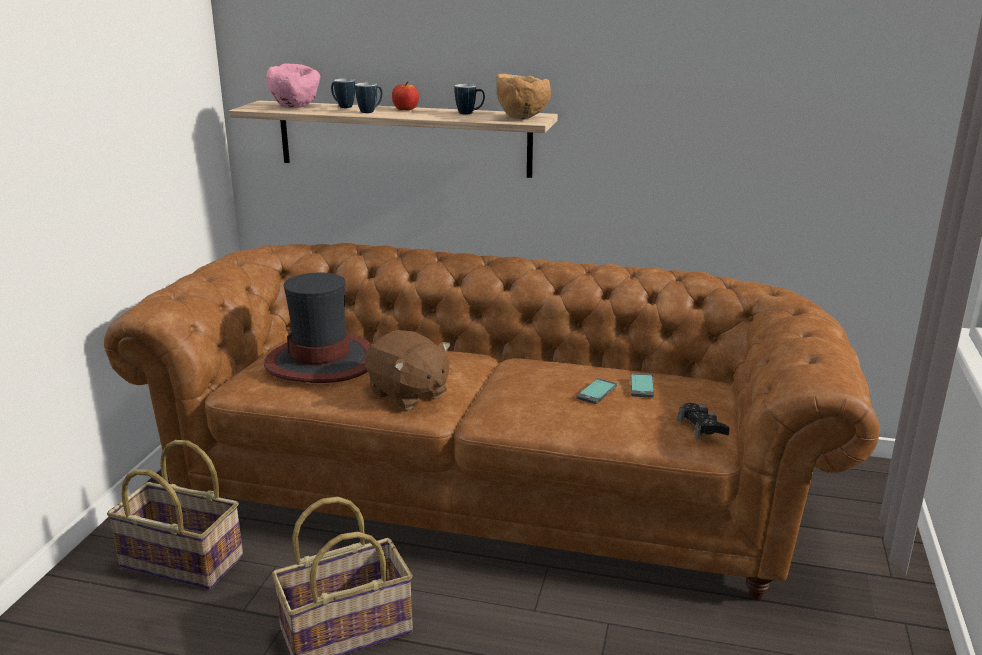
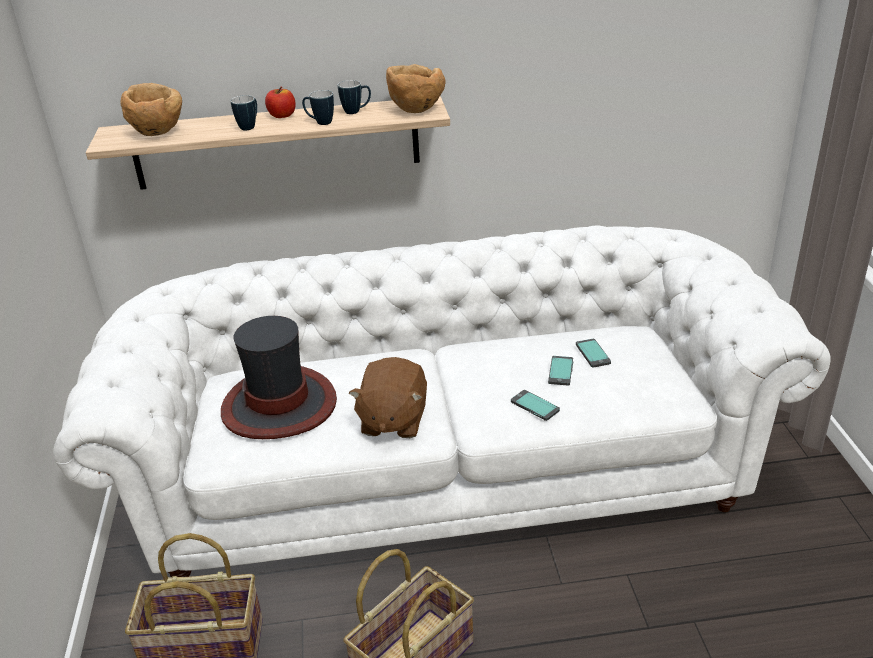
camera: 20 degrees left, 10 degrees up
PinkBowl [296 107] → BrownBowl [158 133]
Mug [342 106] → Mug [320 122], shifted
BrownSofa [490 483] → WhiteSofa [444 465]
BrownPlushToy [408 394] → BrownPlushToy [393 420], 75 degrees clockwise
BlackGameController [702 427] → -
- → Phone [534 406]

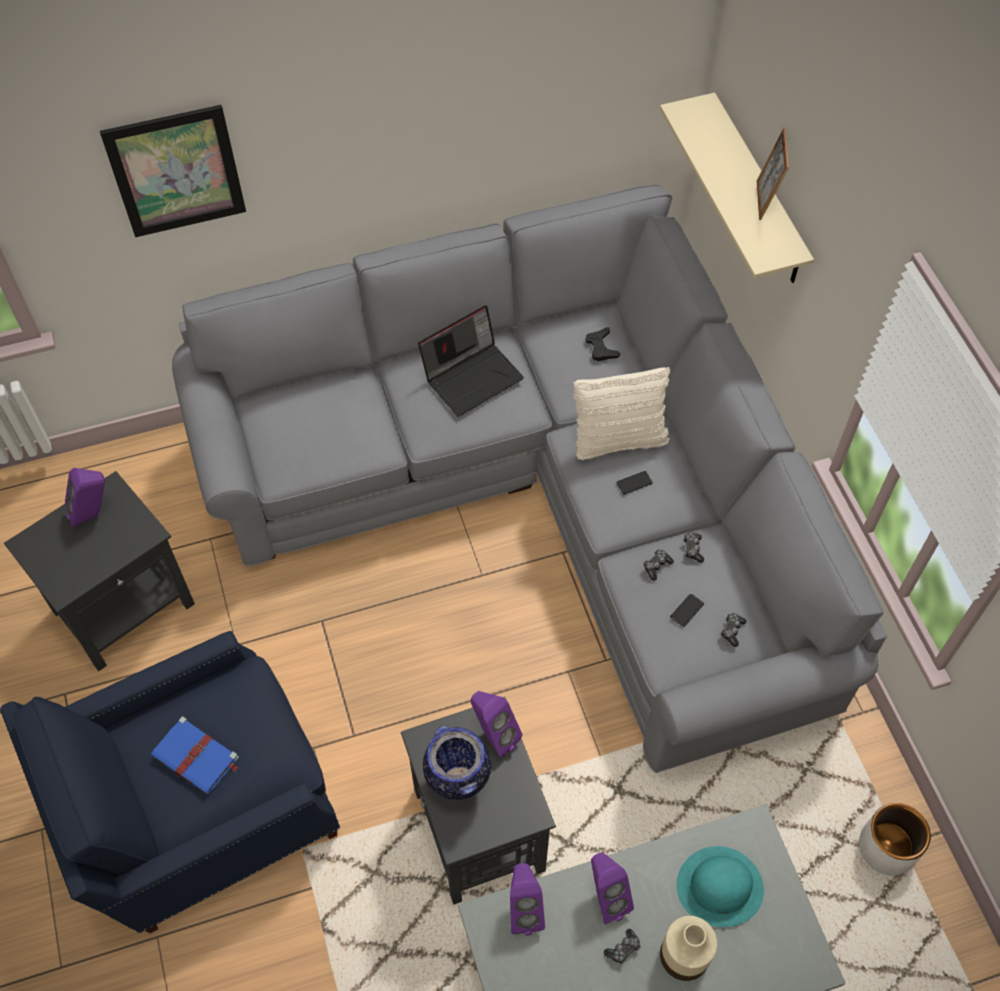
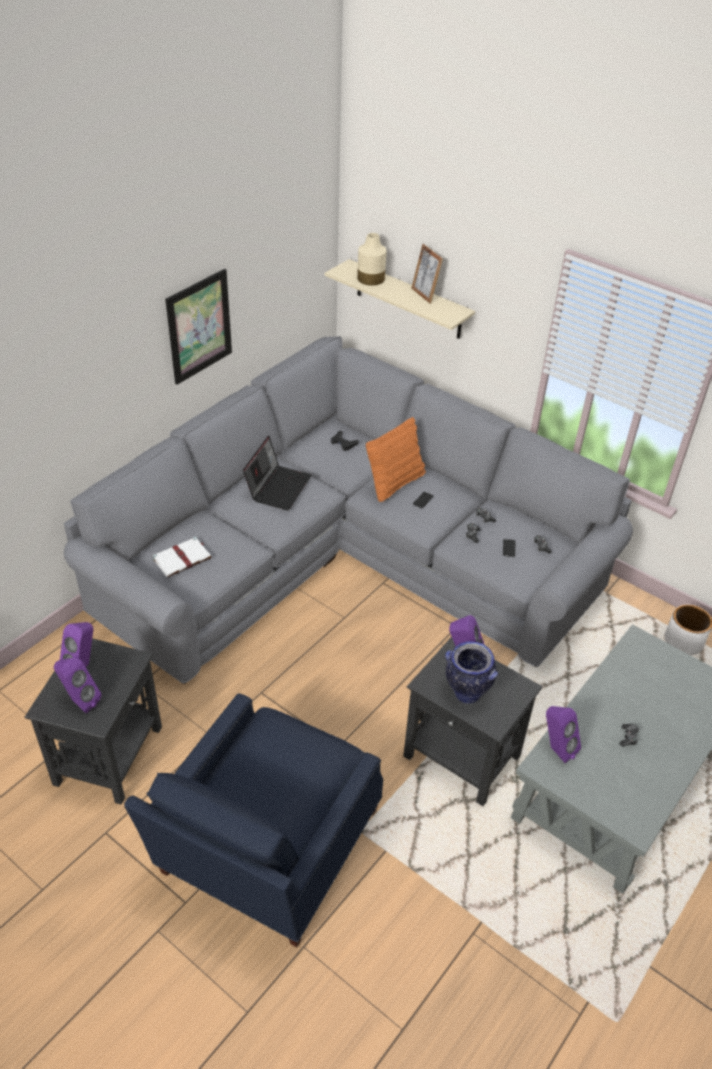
camera: 35 degrees left, 15 degrees down
Picture [176 171] → Picture [199 326], shifted
BeigePillow [618 440] → OrangePillow [394 484]
BlueBook [196 758] → -
TurquoiseHat [720 886] → -
PurpleSpeaker [605 897] → PurpleSpeaker [80 701], shifted
BeigeVase [684 955] → BeigeVase [371 278], shifted
- → WhiteBook [182 558]

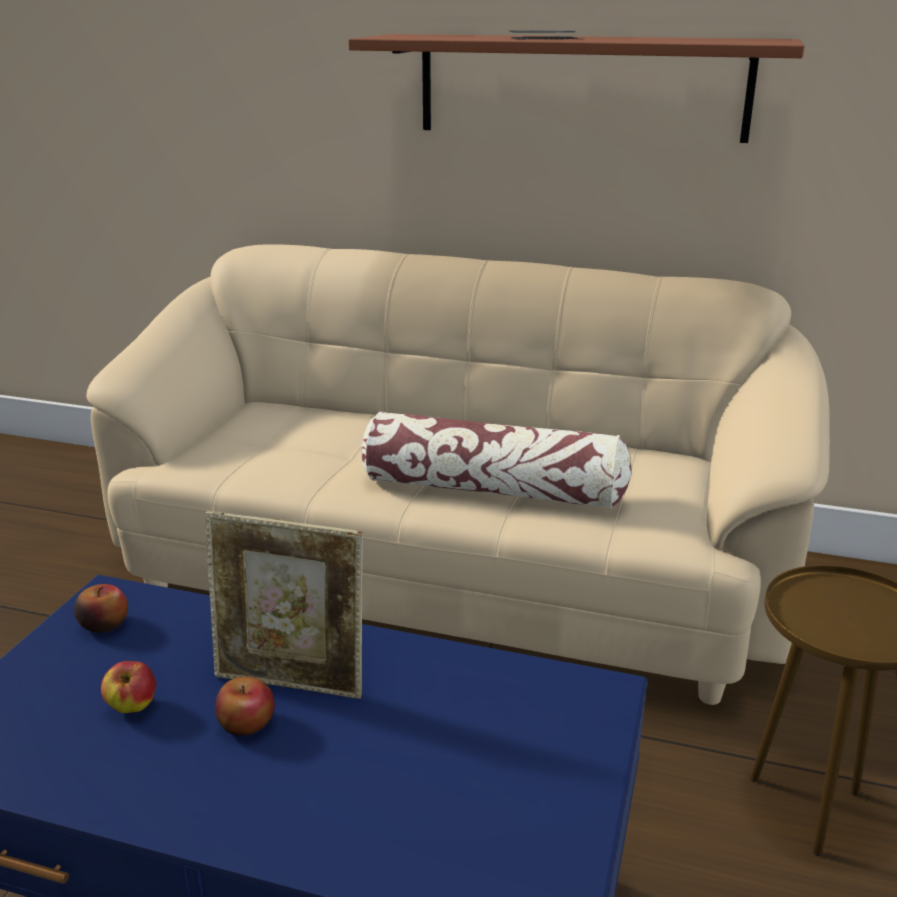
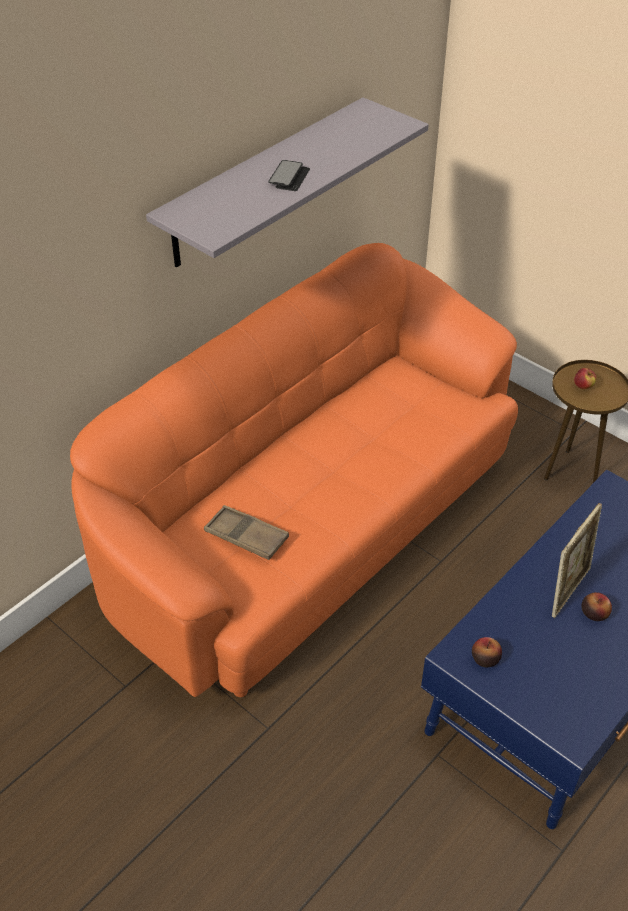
camera: 65 degrees left, 20 degrees up
BrownShelf [581 87] → GreyShelf [264 182]
BeigeSofa [448 576] → OrangeSofa [314 525]
Pillow [493 489] → -
Apple [132 707] → Apple [583 386], shifted
- → BrownTray [246 536]

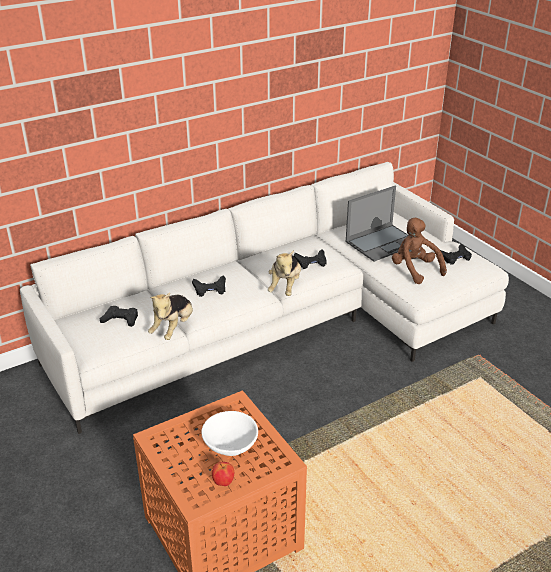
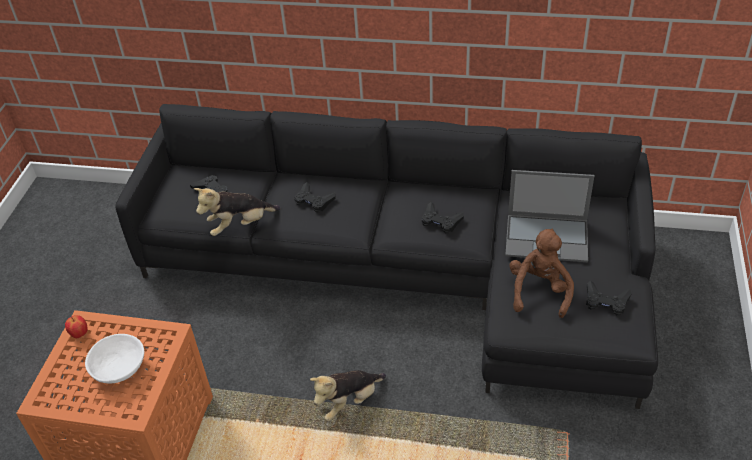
camera: 45 degrees right, 10 degrees up
WhiteSofa [282 324] → BlackSofa [412 271]
PlushToy [285 286] → PlushToy [349 402], shifted
Apple [223 482] → Apple [80 334], shifted

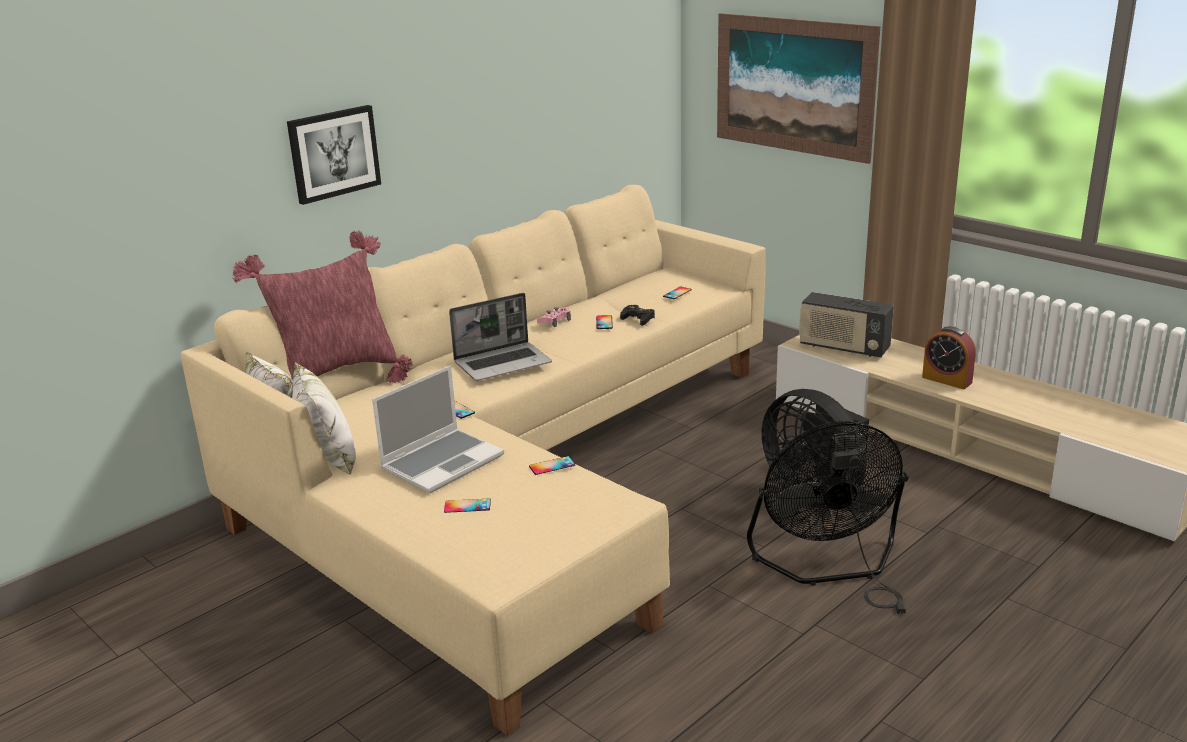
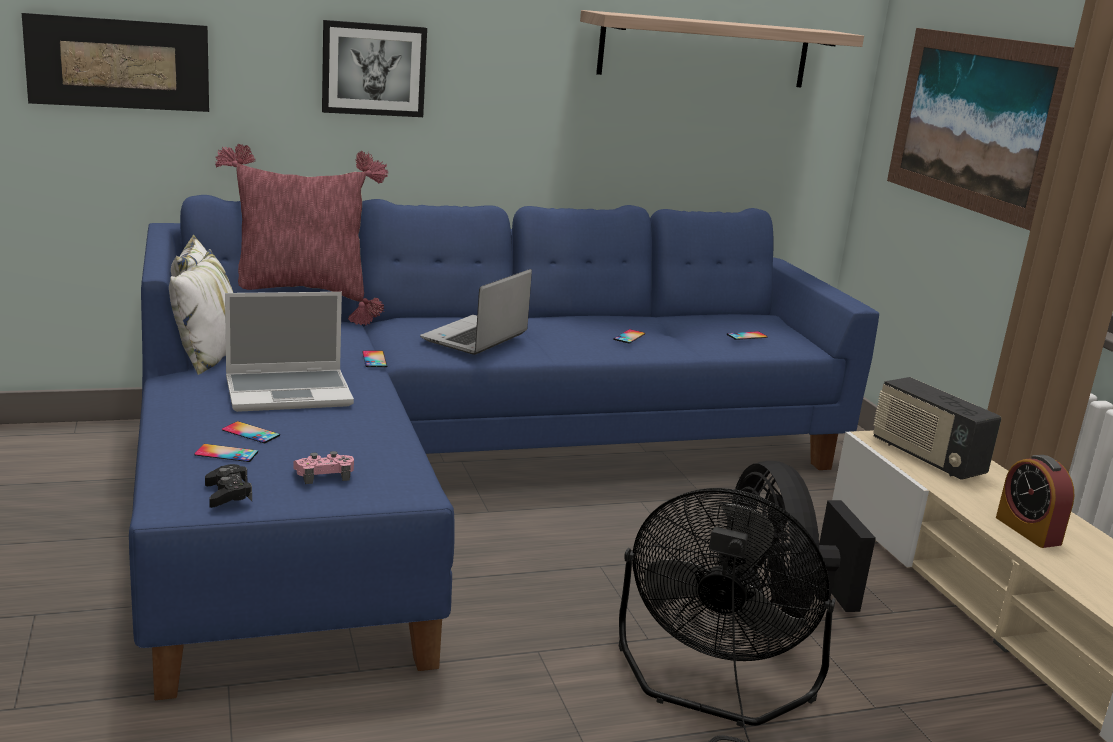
camera: 25 degrees right, 5 degrees down
BeigeSofa [514 482] → BlueSofa [458 479]
Laptop [503 363] → Laptop [475 338], 120 degrees clockwise
BlackGameController [638 319] → BlackGameController [228 494], shifted
PinkGameController [554 321] → PinkGameController [324 474], shifted
Phone [552 466] → Phone [226 453], shifted
- → Shelf [705 50]
- → Picture [119 63]

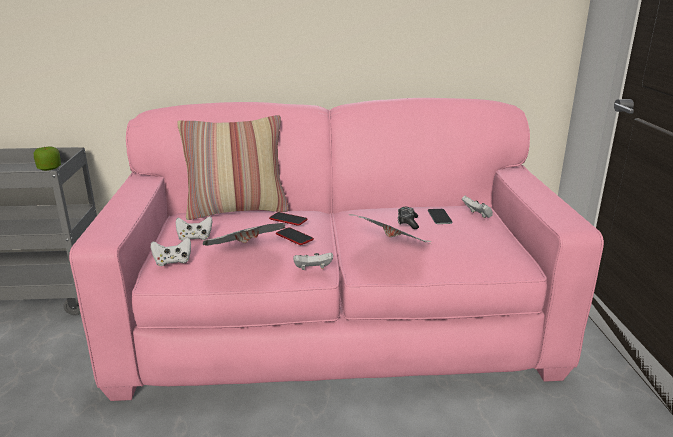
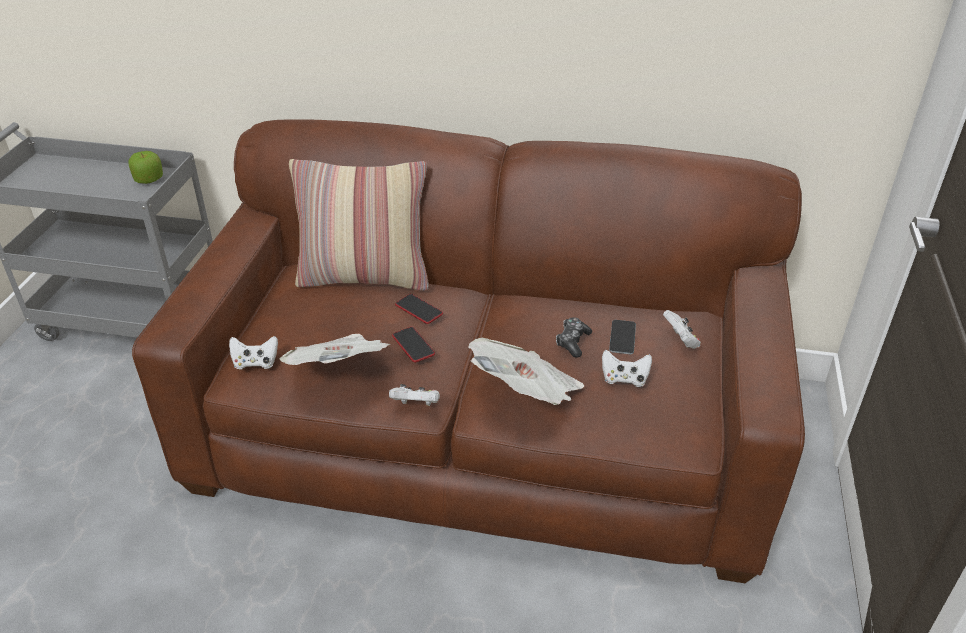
camera: 15 degrees right, 15 degrees up
PinkSofa [335 327] → BrownSofa [481 438]
WhiteGameController [195 238] → WhiteGameController [624 379], shifted

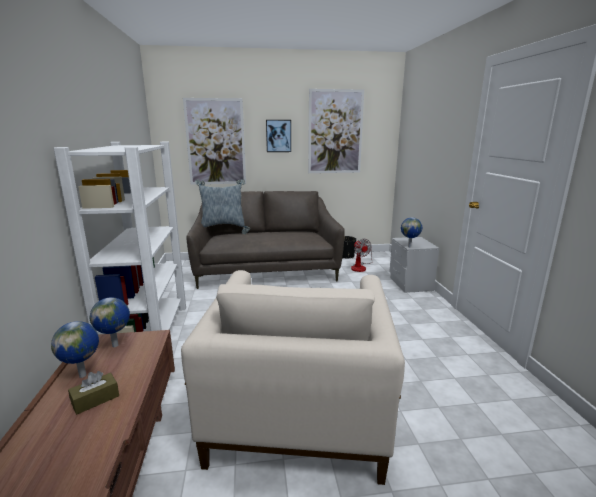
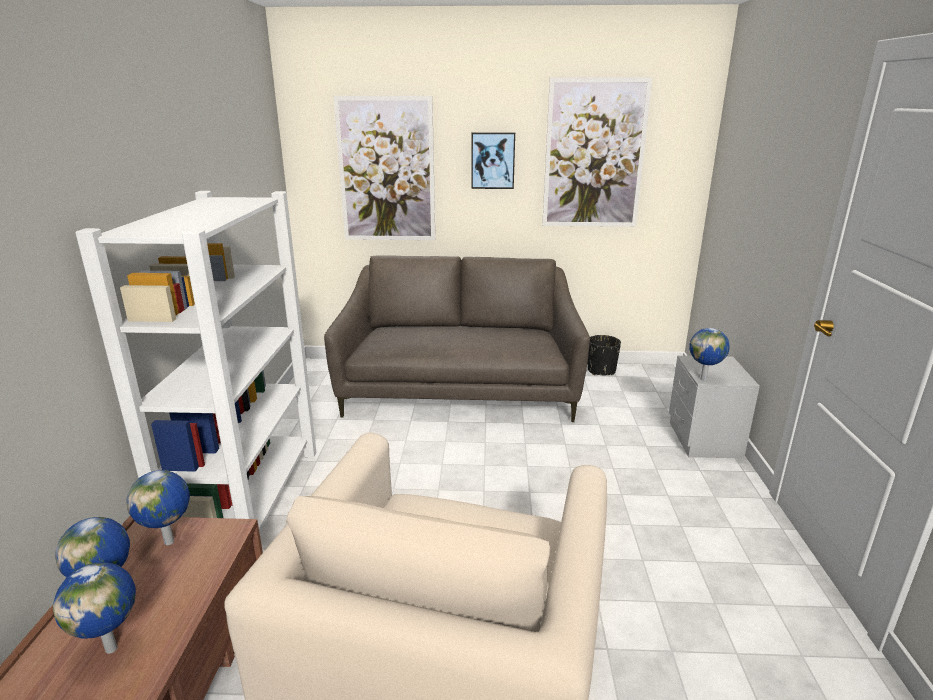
camera: 10 degrees right, 5 degrees up
Pillow [223 232] → -
Fan [360 267] → -
BrownTissueBox [95 399] → Globe [112 647]

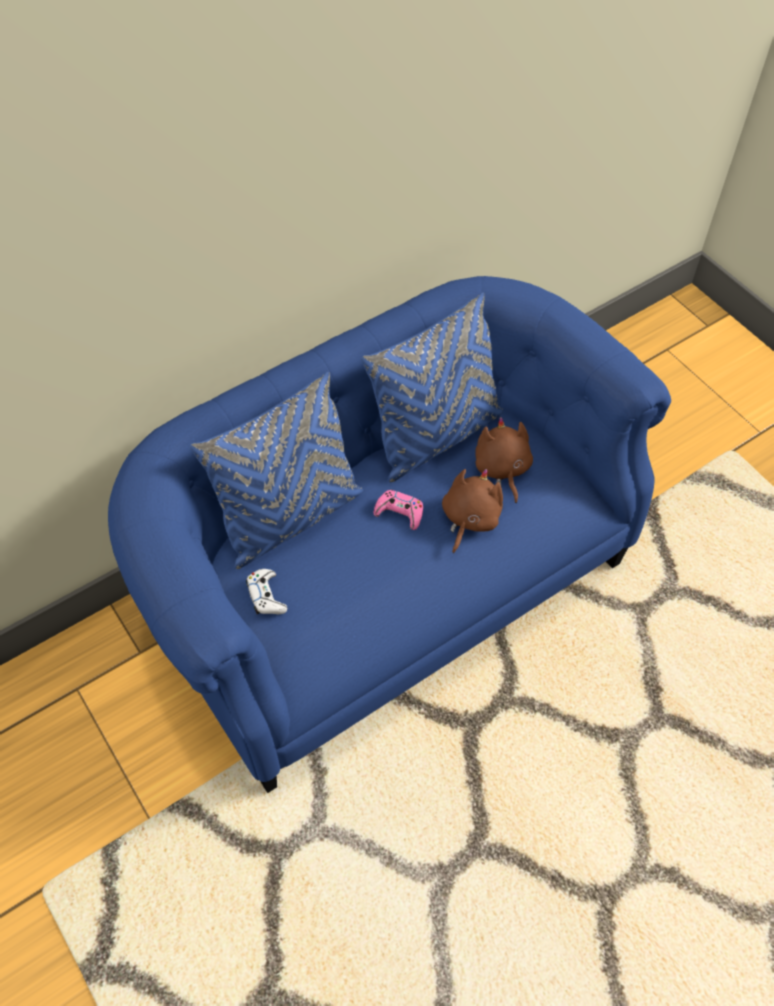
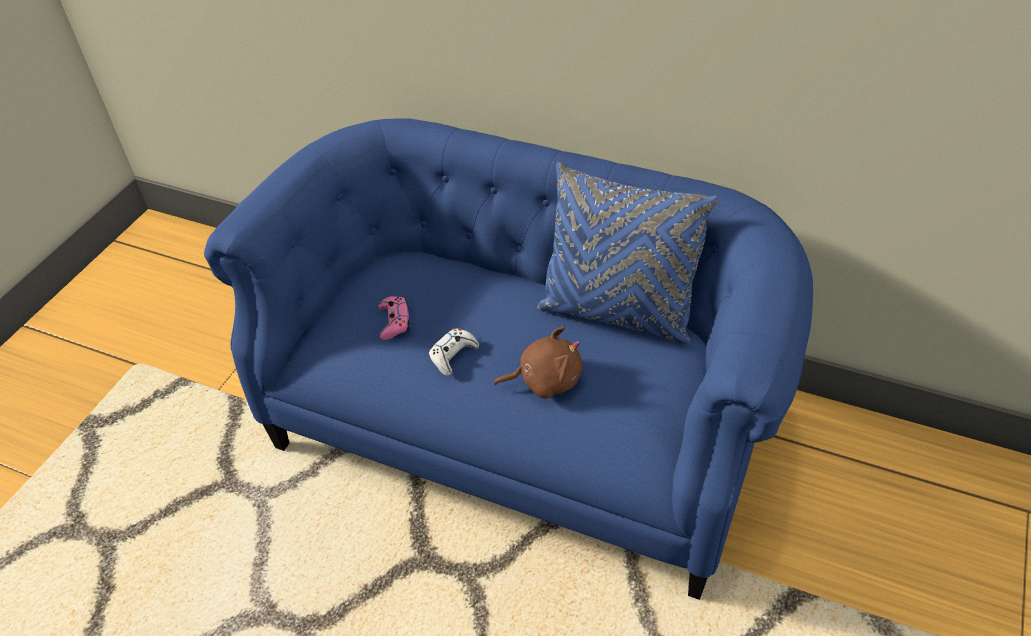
camera: 60 degrees right, 10 degrees down
BluePillow [290 517] → -
BrownPlushToy [502 469] → -
PinkGameController [399 512] → PinkGameController [394 321], shifted
WhiteGameController [266 596] → WhiteGameController [453 355], shifted

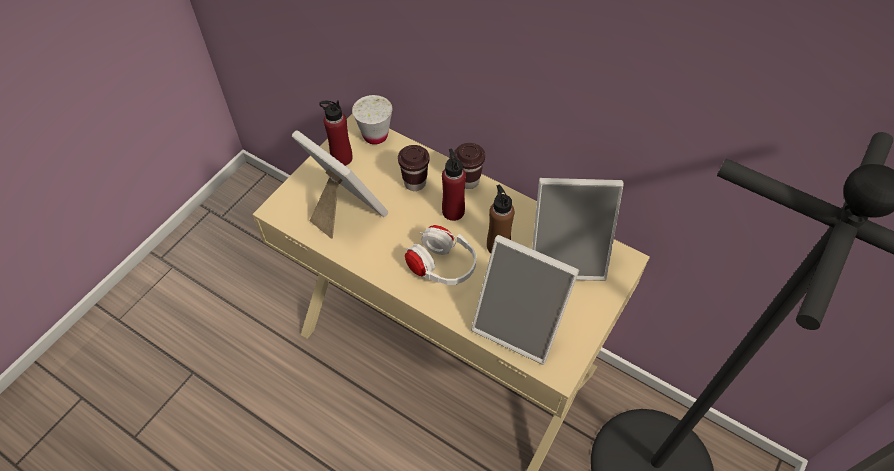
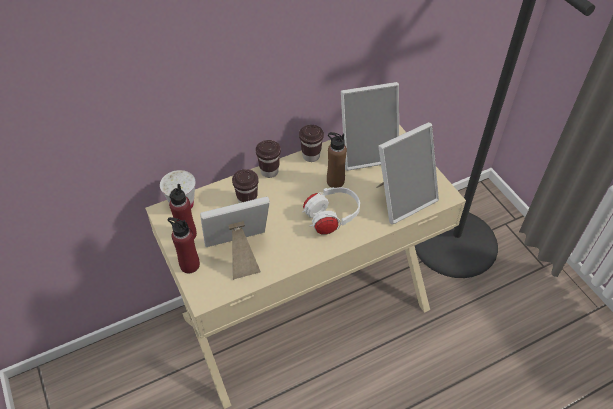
camera: 60 degrees left, 5 degrees down
RedBottle [453 211] → RedBottle [189 265], shifted
PictureFrame [567 256] → PictureFrame [367 152], 45 degrees clockwise
- → BrownCup [311 156]

